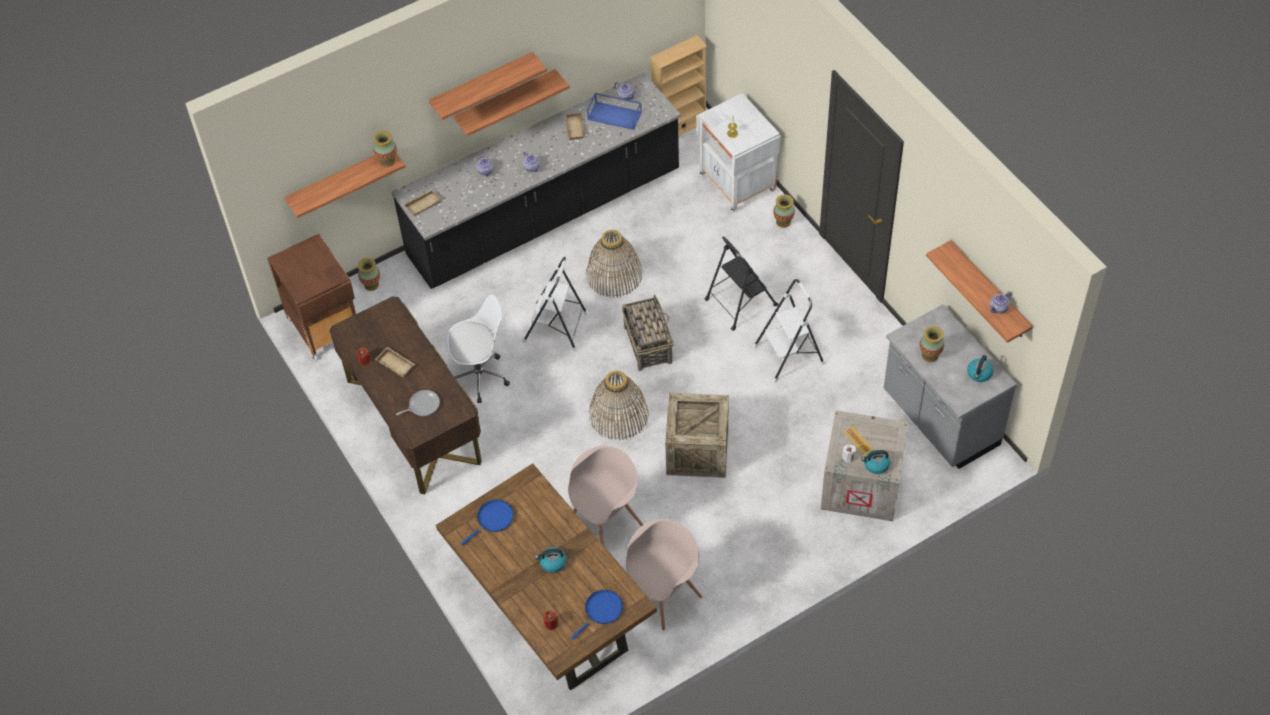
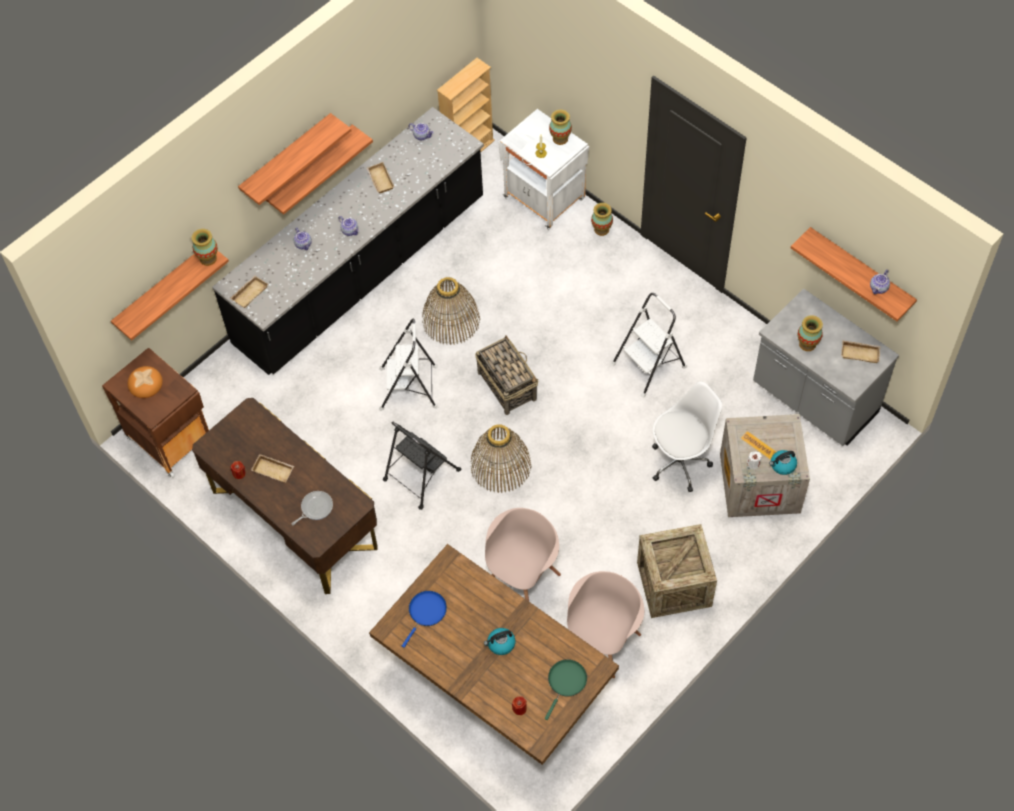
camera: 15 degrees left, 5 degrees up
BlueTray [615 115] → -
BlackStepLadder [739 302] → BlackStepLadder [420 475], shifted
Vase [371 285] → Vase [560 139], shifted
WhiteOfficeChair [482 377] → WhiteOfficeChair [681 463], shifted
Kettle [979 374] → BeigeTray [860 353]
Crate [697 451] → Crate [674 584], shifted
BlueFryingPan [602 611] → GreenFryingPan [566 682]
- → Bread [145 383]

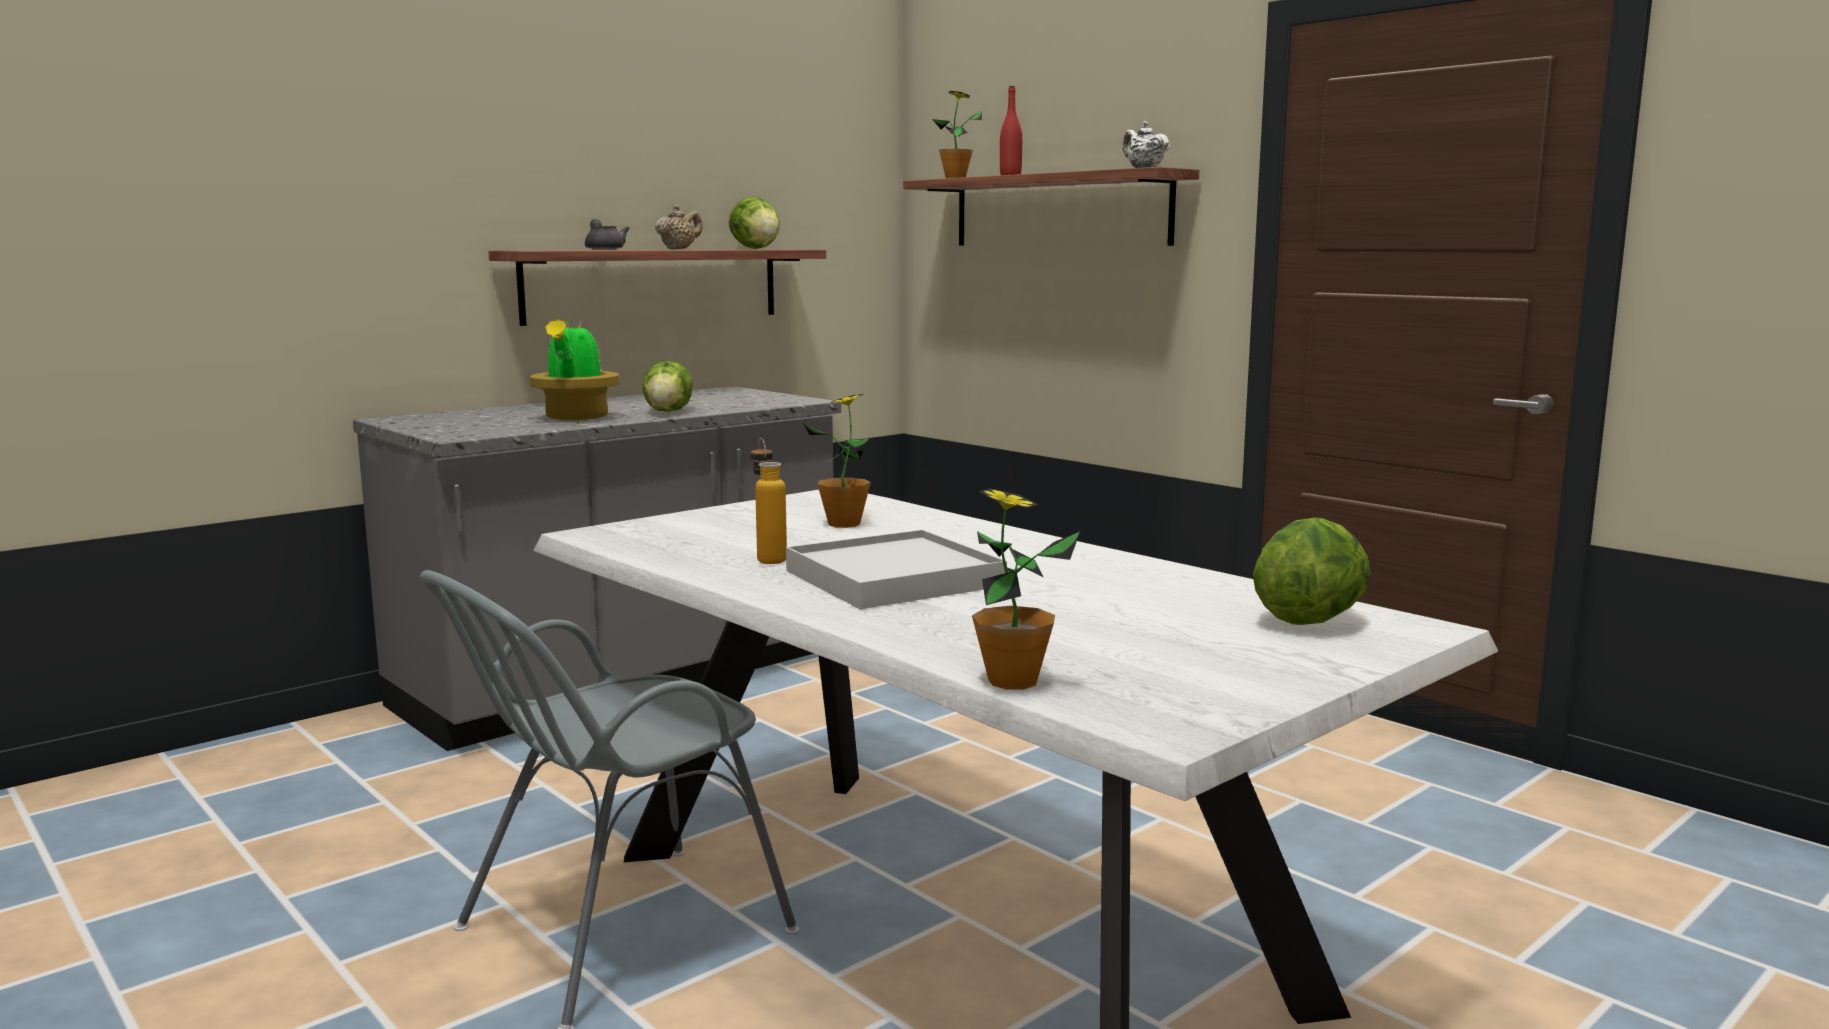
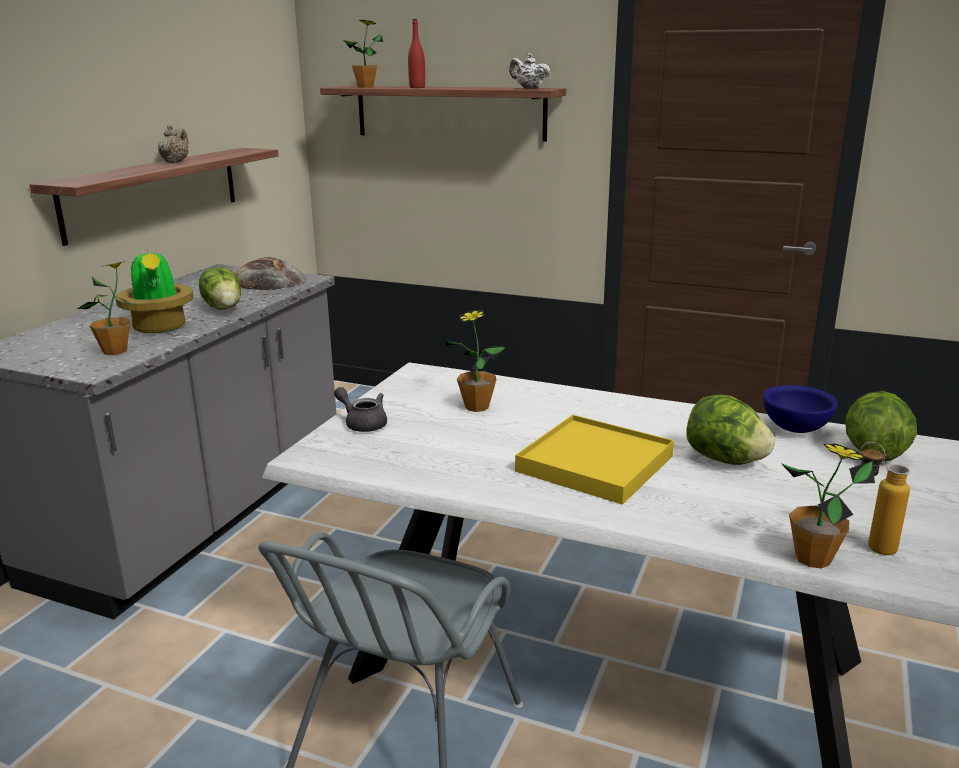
camera: 25 degrees left, 10 degrees up
Lettuce [756 249] → Lettuce [724 460], shifted
GreyTeapot [604 249] → GreyTeapot [362 423], shifted
Bottle [768 558] → Bottle [870 544], shifted
WhiteTray [893 578] → YellowTray [594 464]
- → Bread [268 281]
- → PottedPlant [115 351]
- → BlueBowl [796 429]

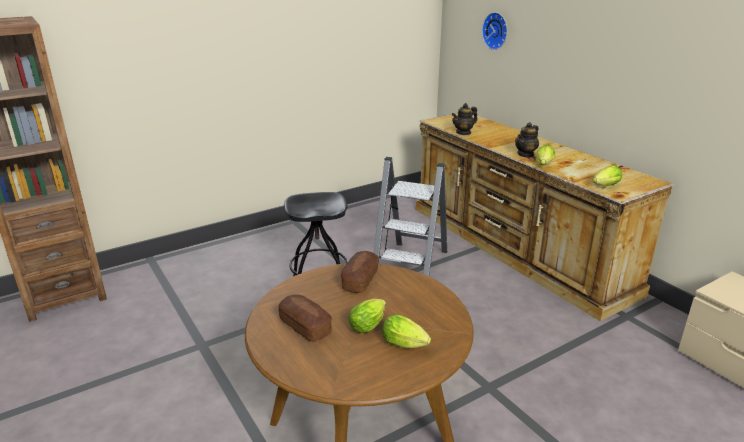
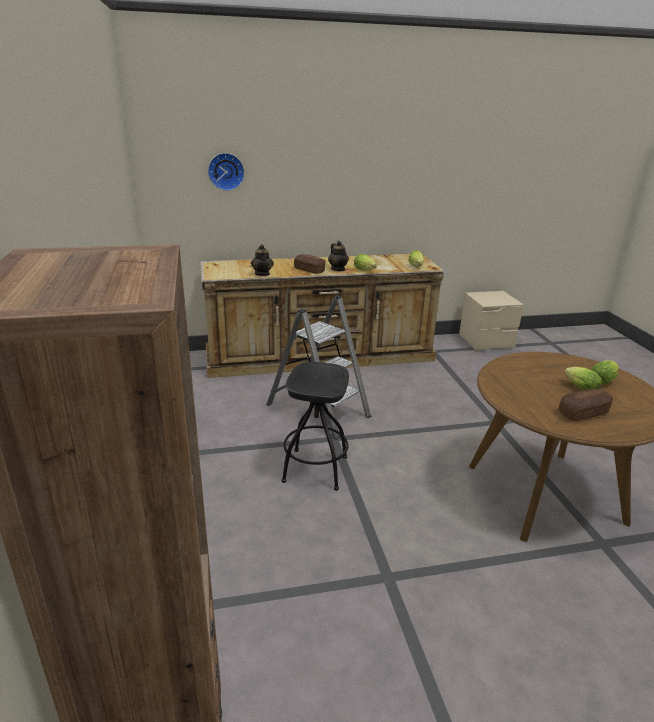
camera: 70 degrees left, 0 degrees up
Bread [360 280] → Bread [309 270], shifted

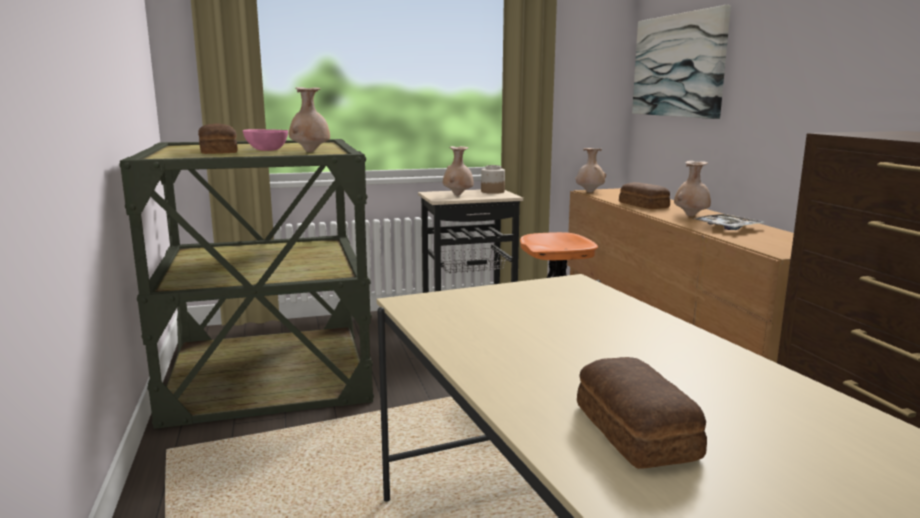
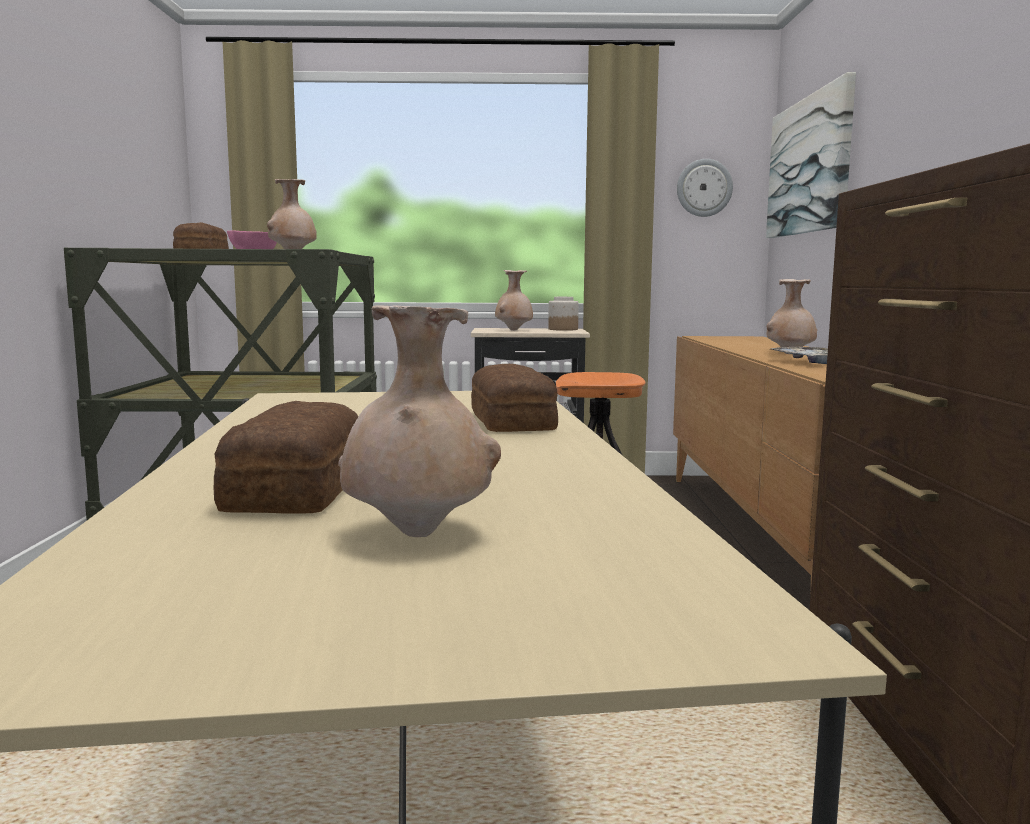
camera: 15 degrees right, 5 degrees down
BeigeVase [589 192] → BeigeVase [418 534], shifted
Bread [643 205] → Bread [513 420], shifted
- → WallClock [704 188]

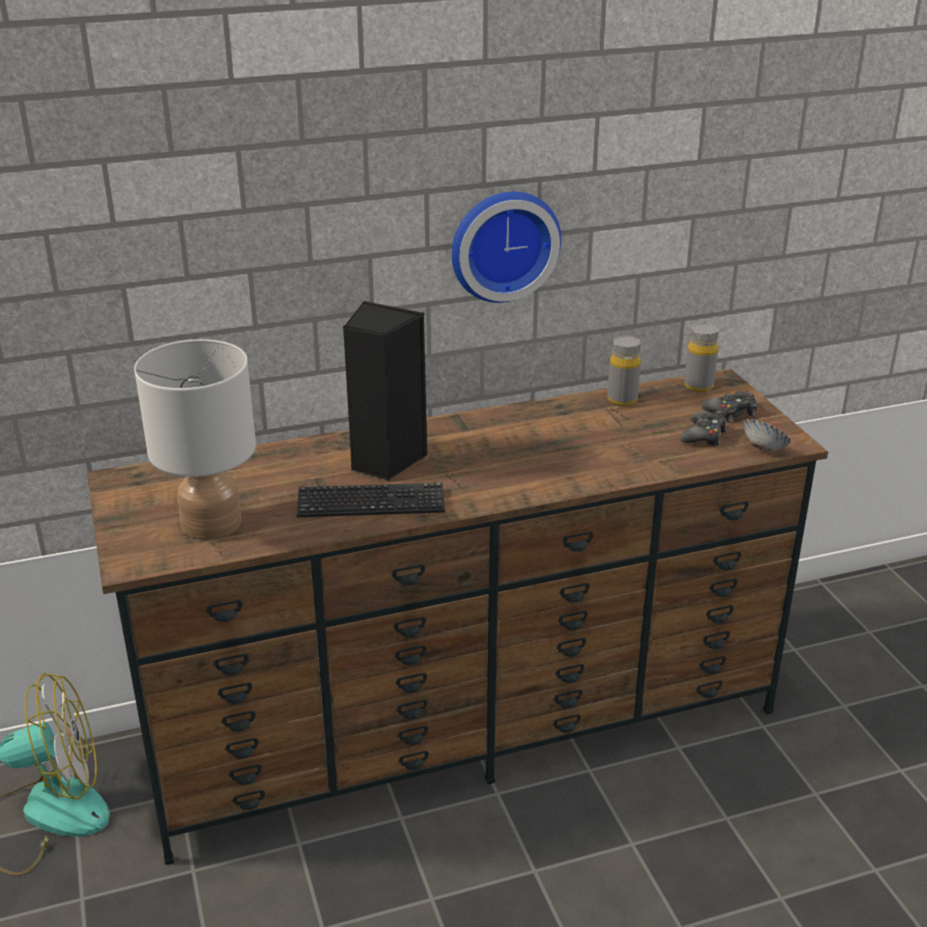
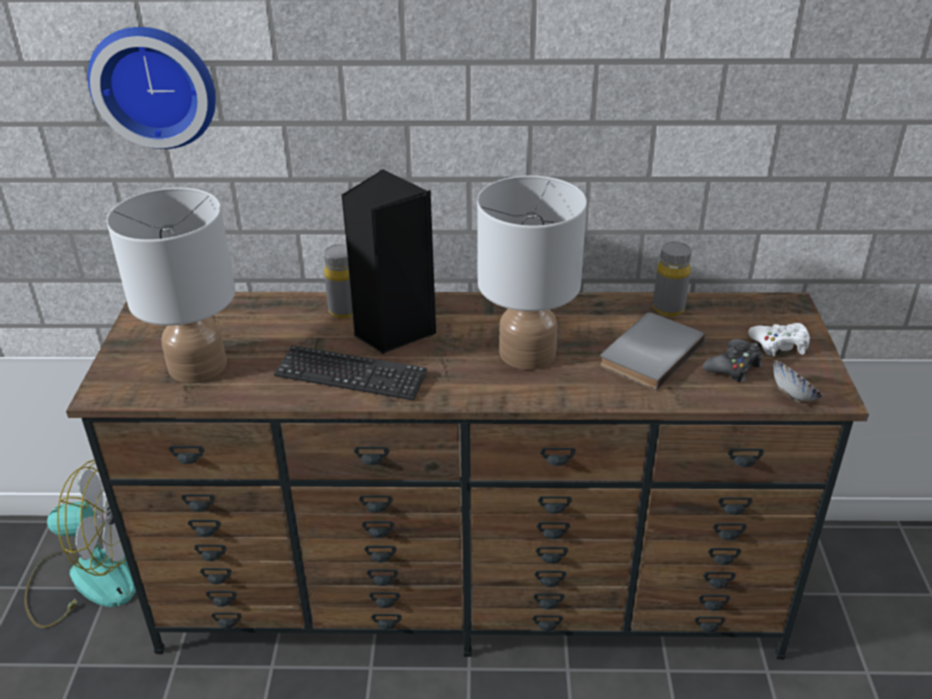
camera: 20 degrees right, 5 degrees up
WallClock [503 244] → WallClock [155 85], shifted
GreyBottle [698 386] → GreyBottle [344 310], shifted
BlackGameController [731 412] → WhiteGameController [780 345]
- → GreyTableLamp [526 353]
- → GreyBook [648 352]

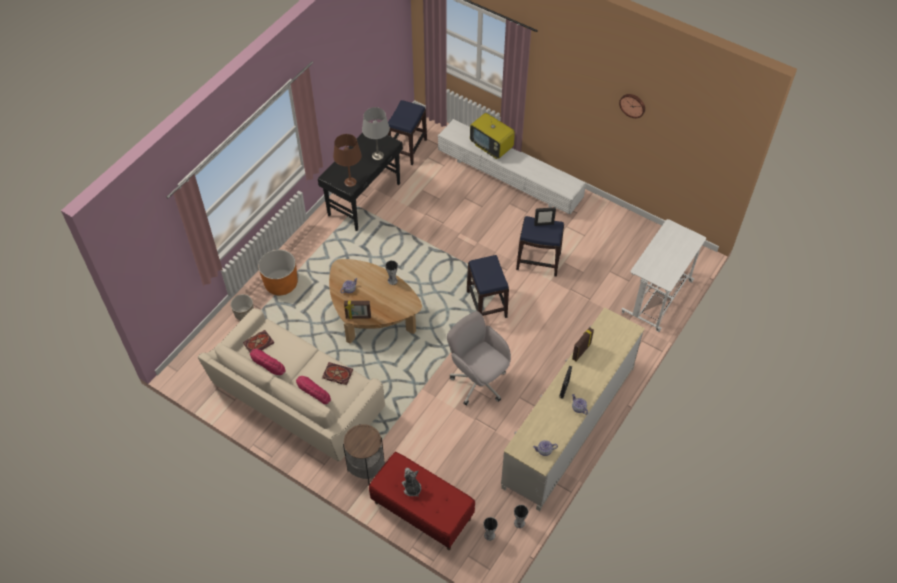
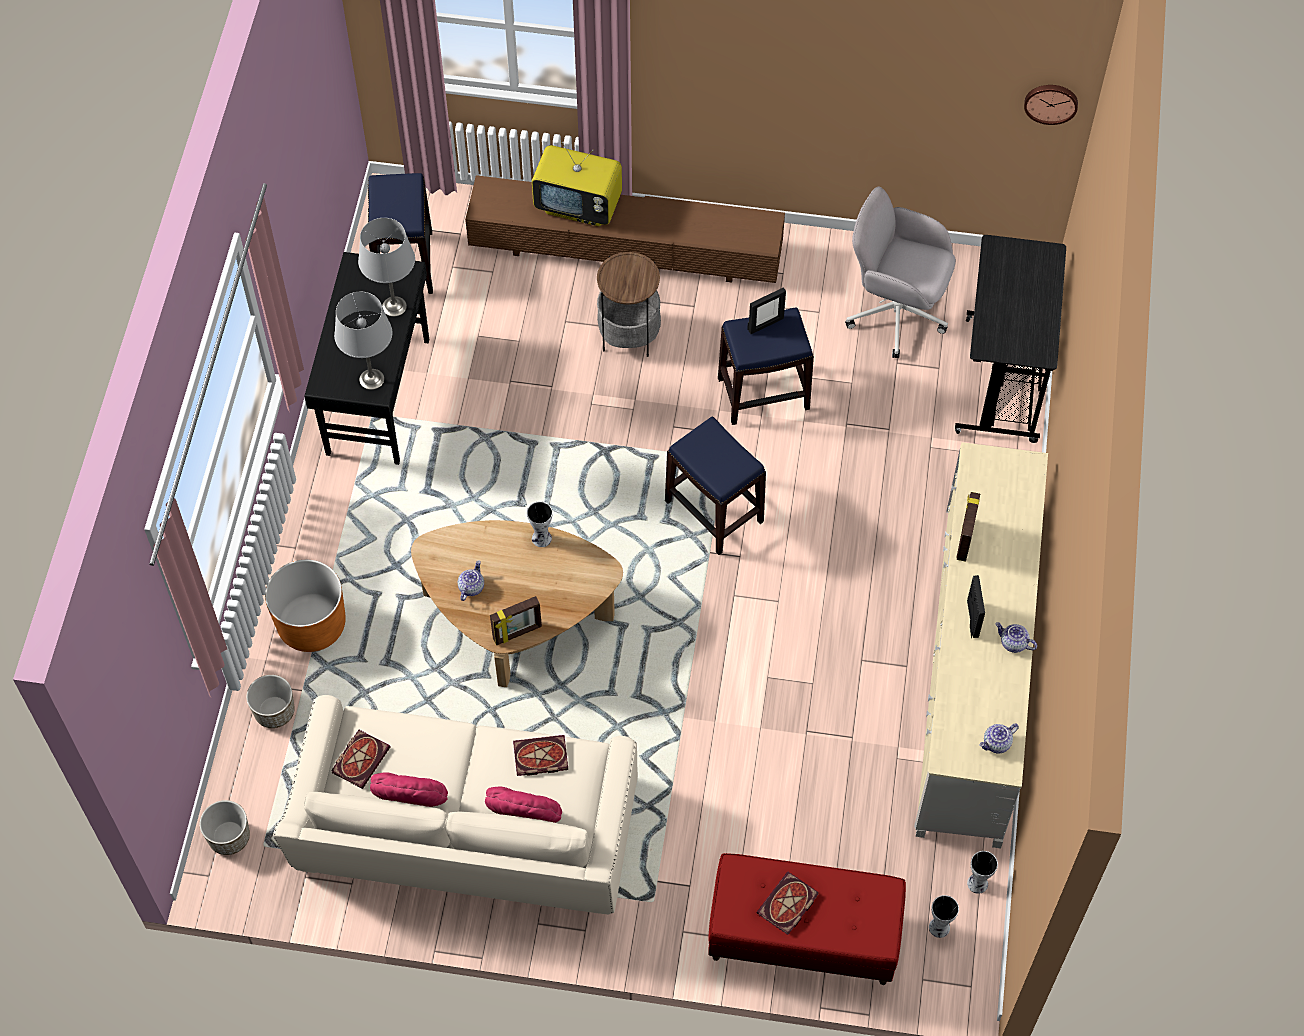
camera: 25 degrees left, 5 degrees up
WallClock [633 105] → WallClock [1051 102], shifted
WhiteTvStand [509 177] → BrownTvStand [625 249]
BrownTableLamp [350 182] → GreyTableLamp [371 379]
WhiteDesk [657 297] → BlackDesk [1001 380]
GreyOfficeChair [478 382] → GreyOfficeChair [894 315], shifted
SideTable [366 467] → SideTable [629 335], shifted
PlushToy [411 488] → Book [787 906]
- → Planter [229 837]

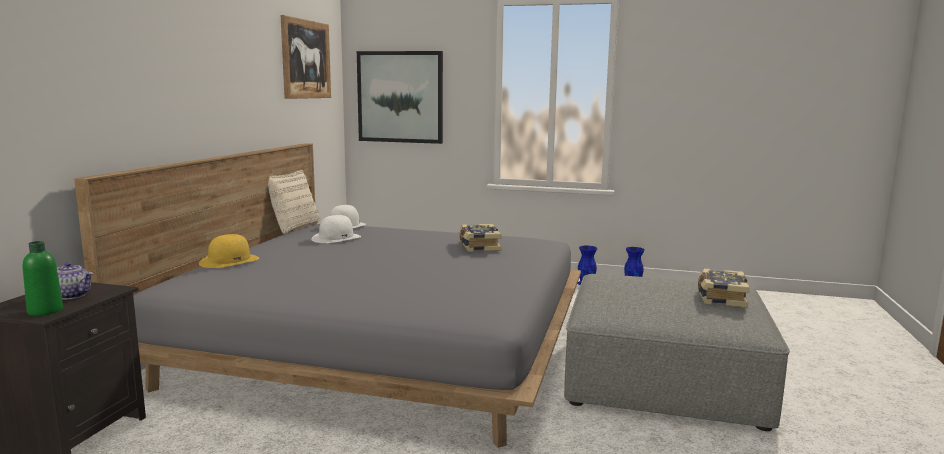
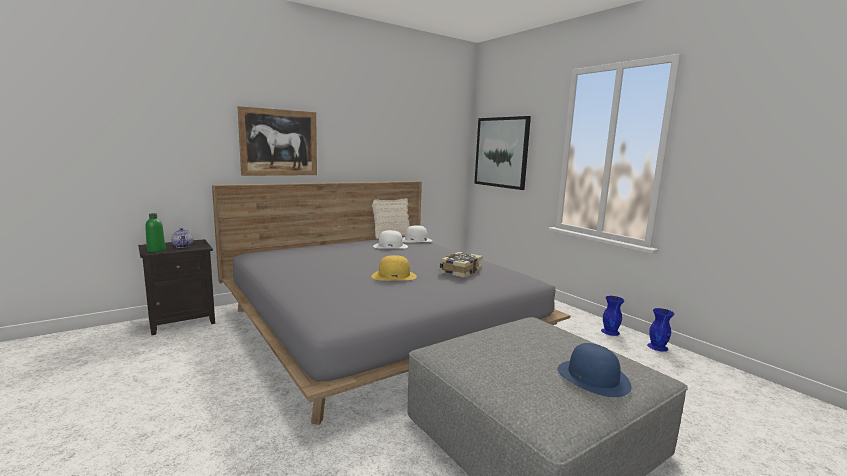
camera: 40 degrees right, 0 degrees up
Picture [306 59] → Picture [279 142], shifted
YellowHat [229 261] → YellowHat [394 276], shifted
Book [720 298] → BlueHat [593 377]

